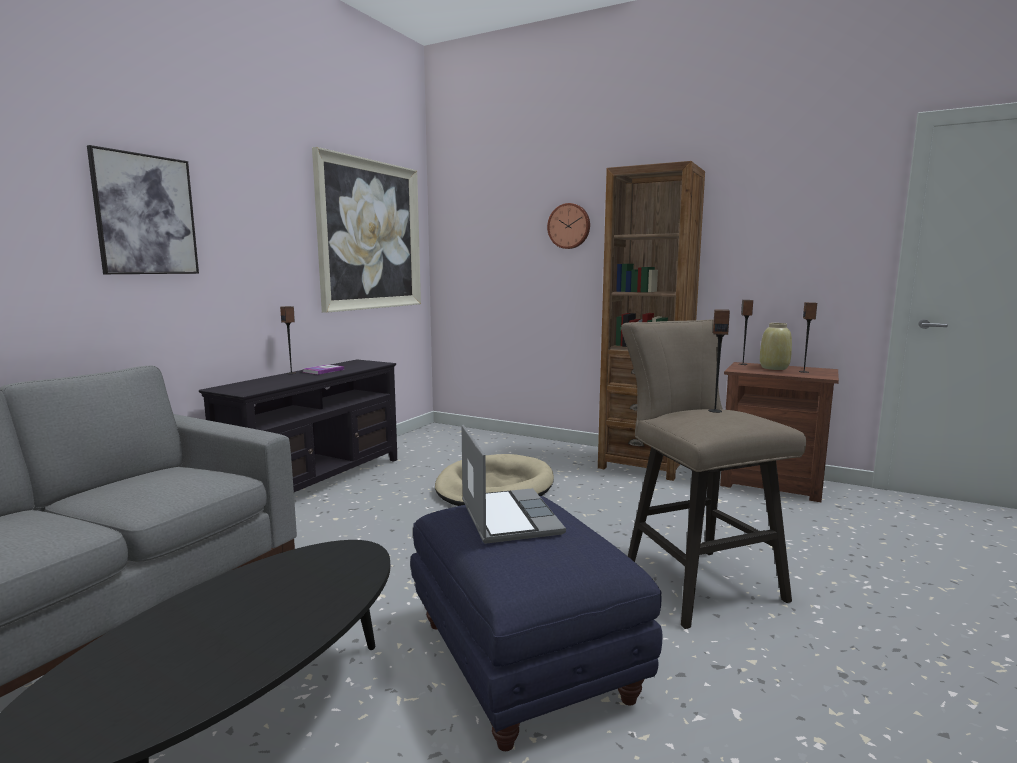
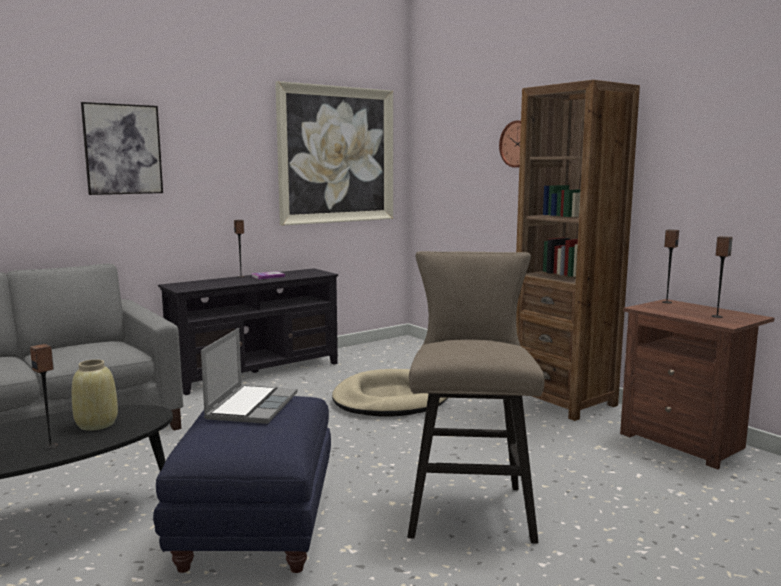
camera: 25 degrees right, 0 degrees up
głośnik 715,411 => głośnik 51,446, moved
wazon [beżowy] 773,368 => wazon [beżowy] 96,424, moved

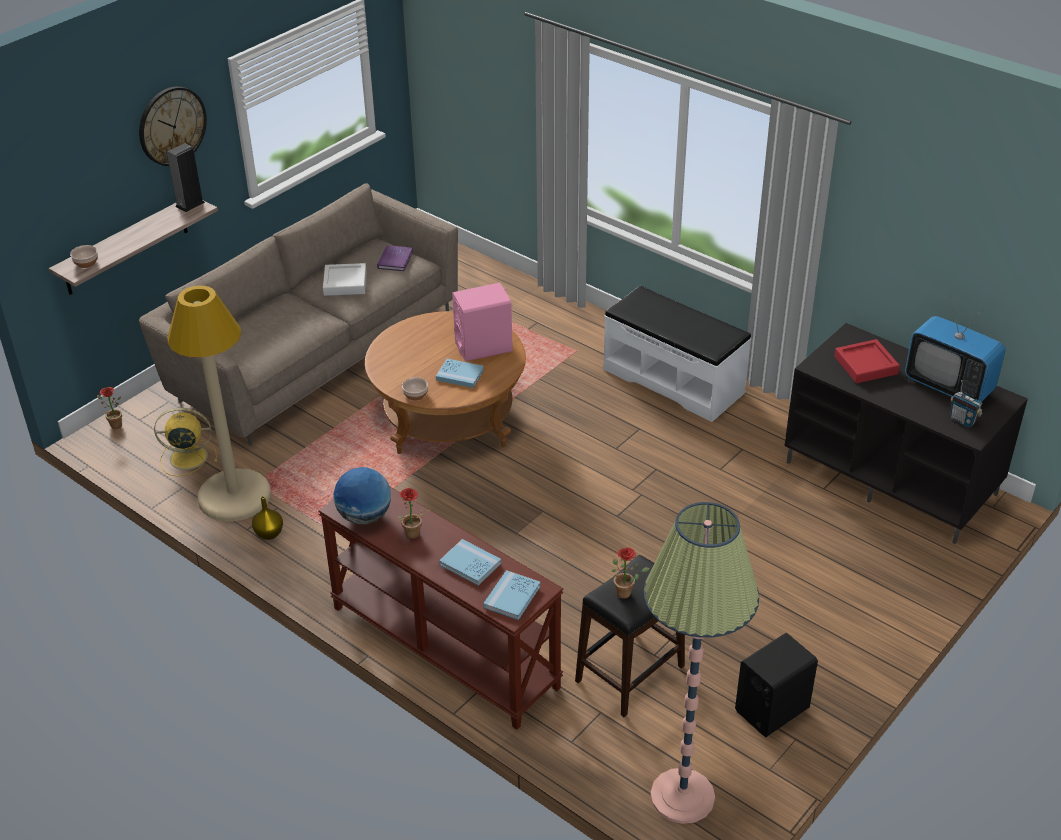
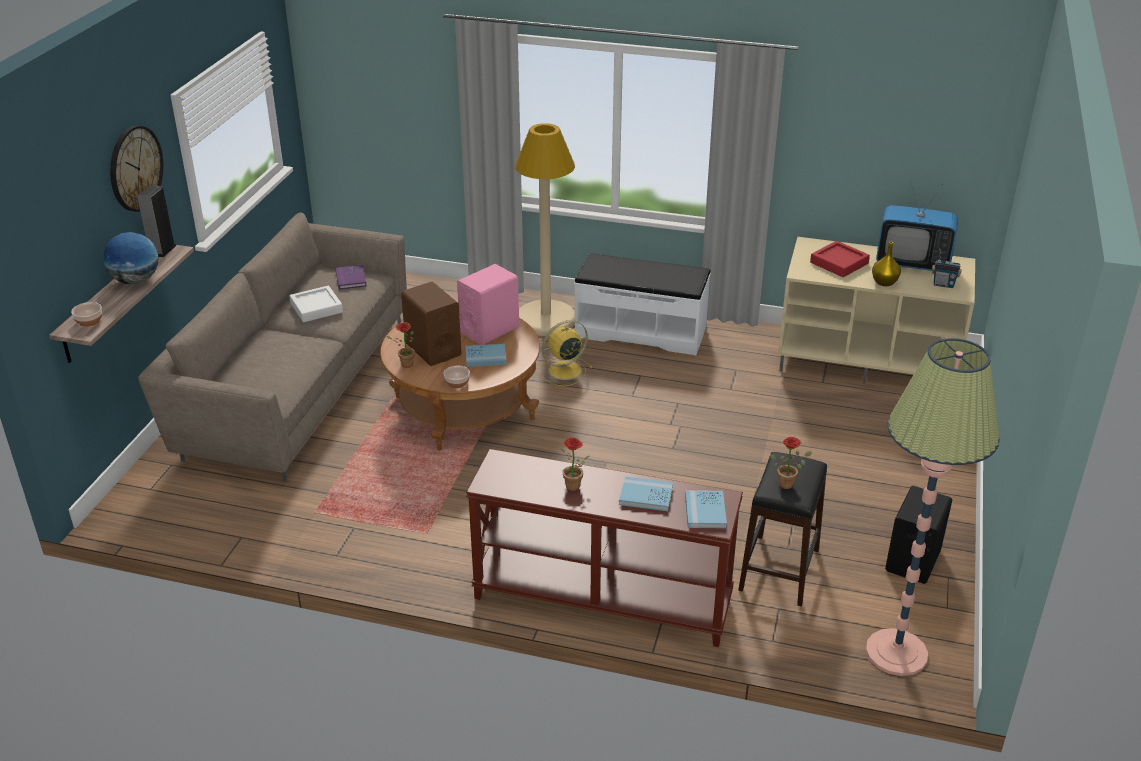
camera: 25 degrees left, 5 degrees down
nothing => głośnik [brązowy] 433,349
roślina doniczkowa 114,425 => roślina doniczkowa 404,365, moved
wentylator [żółty] 187,457 => wentylator [żółty] 563,371, moved
lampa stojąca [beżowy] 234,496 => lampa stojąca [beżowy] 545,319, moved
wazon [żółty] 269,534 => wazon [żółty] 884,283, moved
globus 364,516 => globus 136,280, moved
szafka pod telewizor [czarny] 892,478 => szafka pod telewizor [beżowy] 868,361

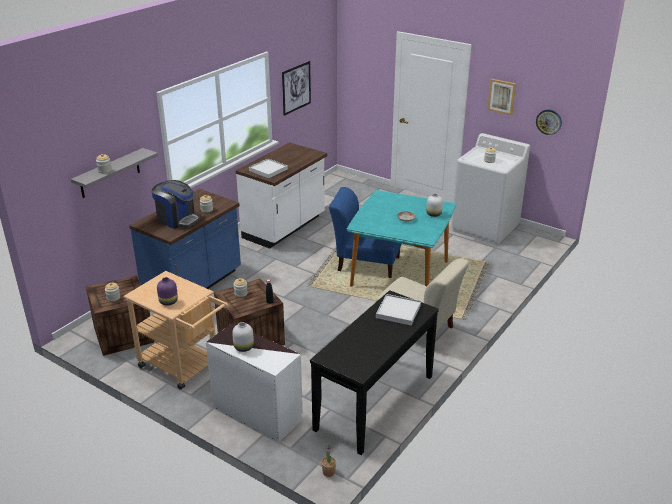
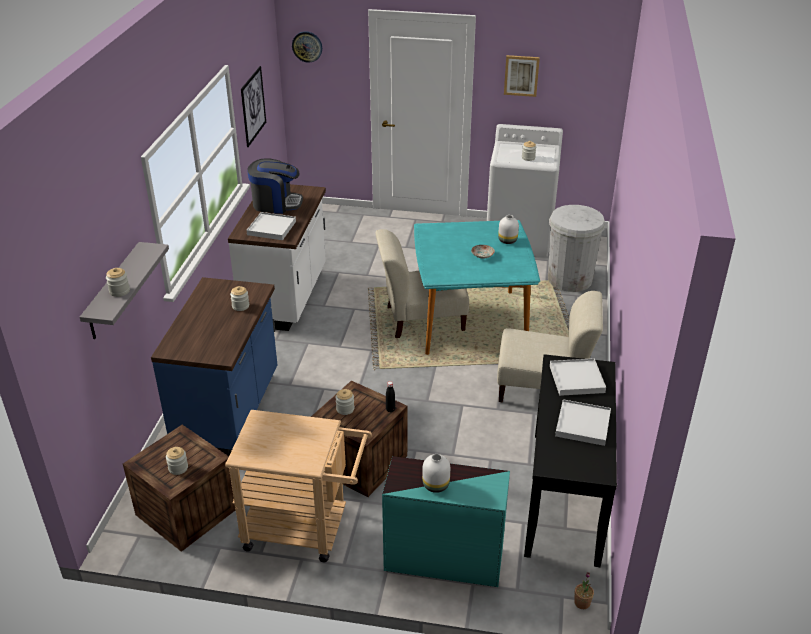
camera: 25 degrees left, 5 degrees up
wazon [fioletowy] 168,301 => nothing
nothing => kosz na śmieci [biały] 570,279
nothing => taca [biały] 582,425
ekspres do kawy 177,219 => ekspres do kawy 276,203, moved
zegar ścienny 549,122 => zegar ścienny 307,46, moved
komoda [biały] 257,412 => komoda [turkusowy] 443,558
krzesło [niebieski] 365,263 => krzesło [beżowy] 421,319

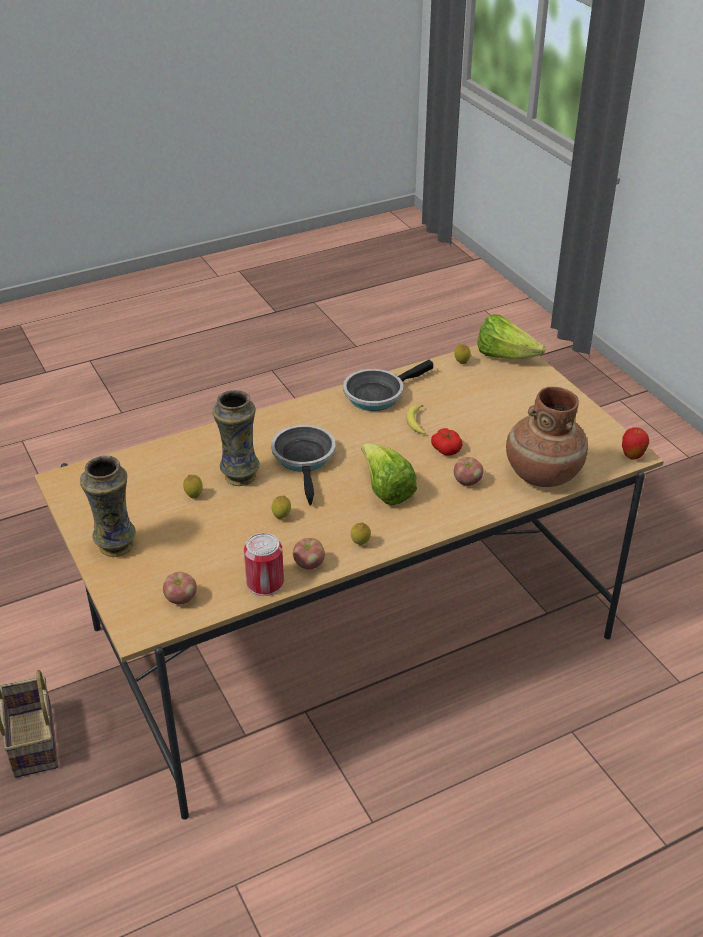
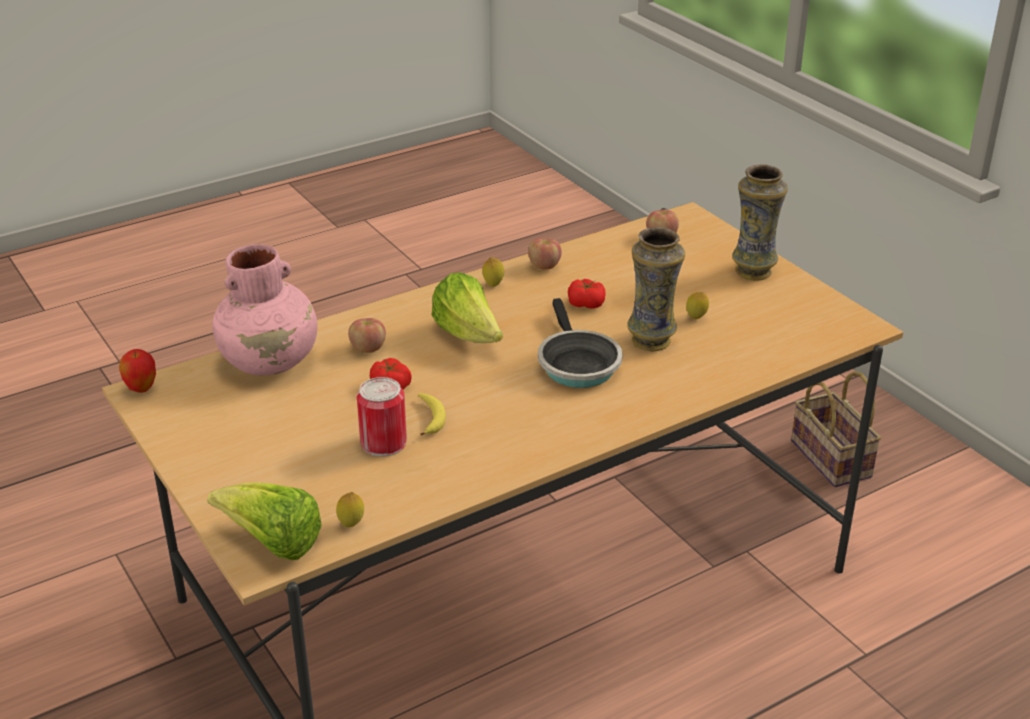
camera: 175 degrees right, 5 degrees down
patelnia 377,394 => nothing
puszka 265,583 => puszka 383,443, moved
cytryna 281,517 => pomidor 586,303
wazon [brązowy] 542,474 => wazon [różowy] 271,362

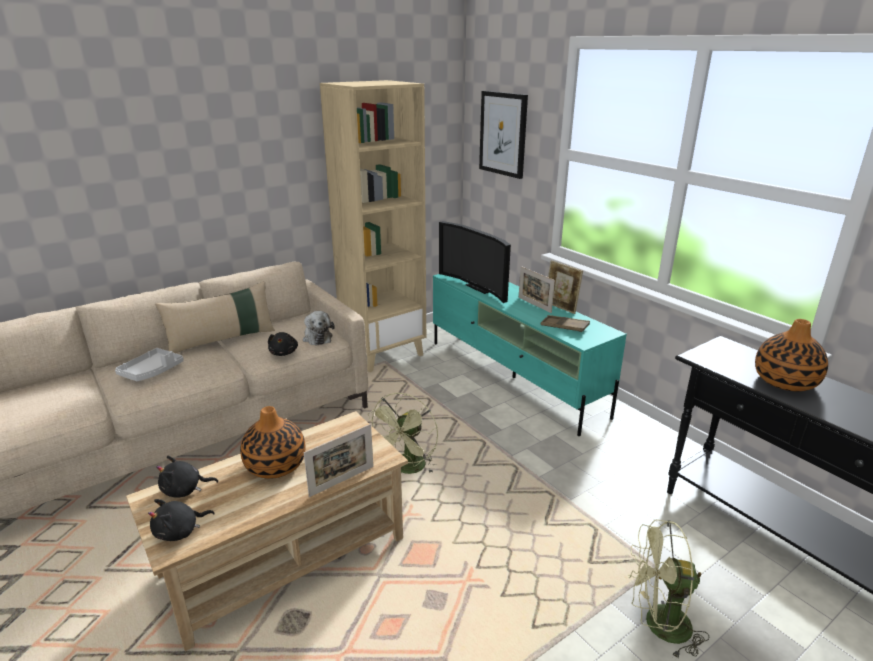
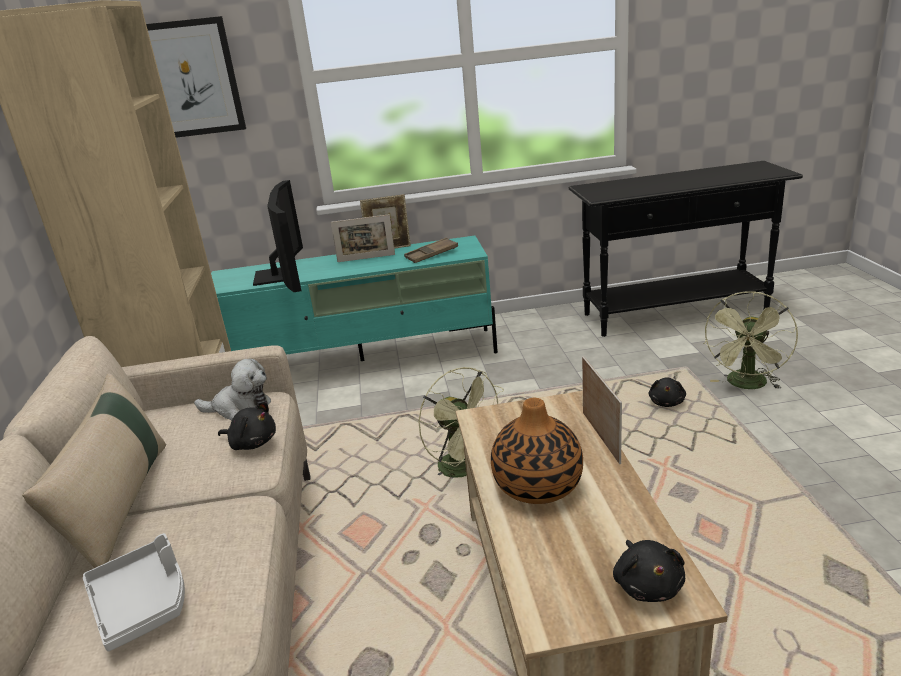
camera: 60 degrees left, 0 degrees up
wazon 785,381 => nothing
pluszak [czarny] 185,490 => pluszak [czarny] 667,402, moved
telewizor 481,287 => telewizor 282,275, 90 degrees counterclockwise

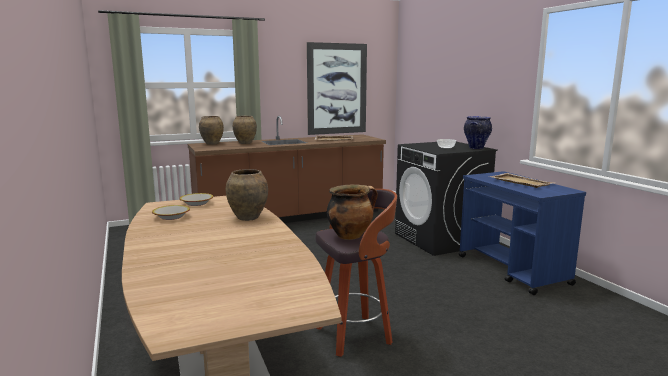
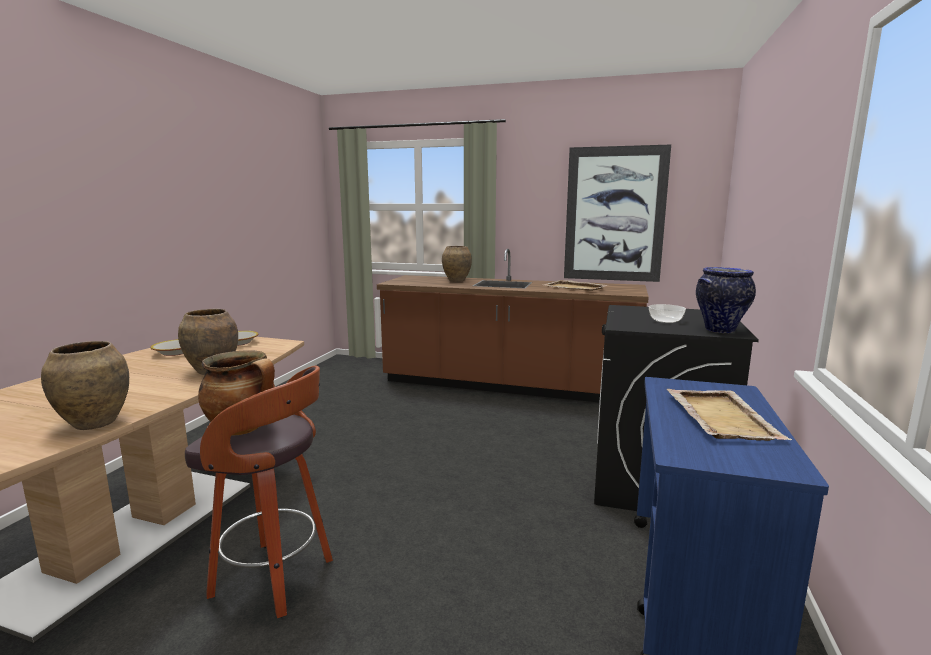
camera: 40 degrees right, 0 degrees up
wazon [brązowy] 212,143 => wazon [brązowy] 94,423, moved

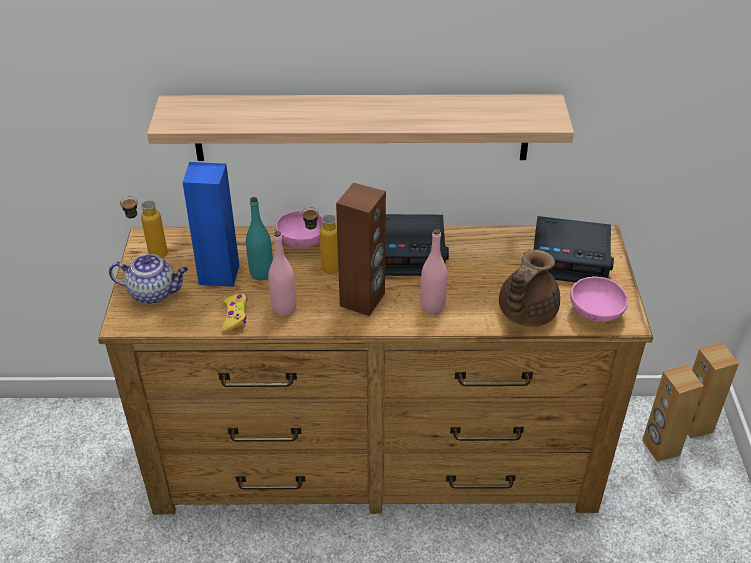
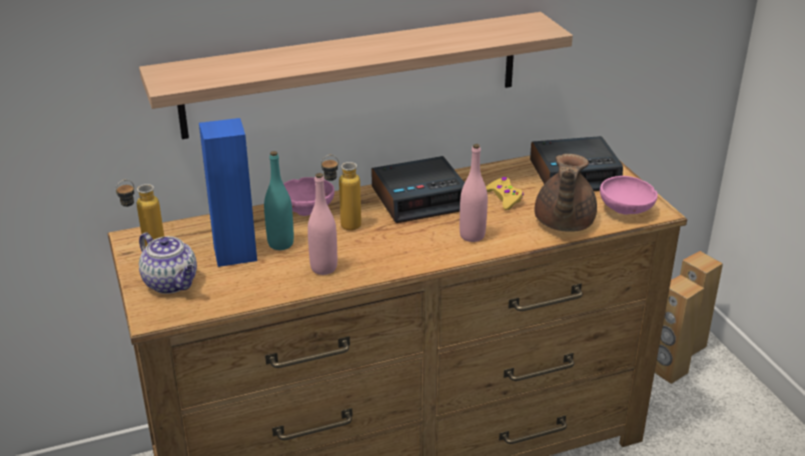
camera: 20 degrees left, 10 degrees down
głośnik [brązowy] 363,300 => nothing
pad do gier [żółty] 235,316 => pad do gier [żółty] 504,198, moved
imbryk 154,293 => imbryk 172,283, 60 degrees clockwise

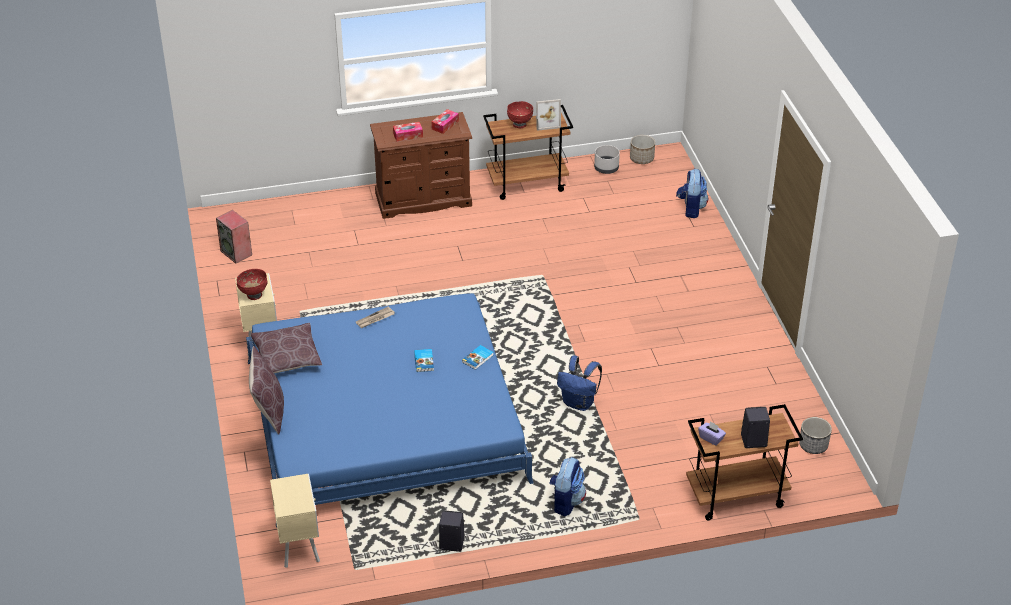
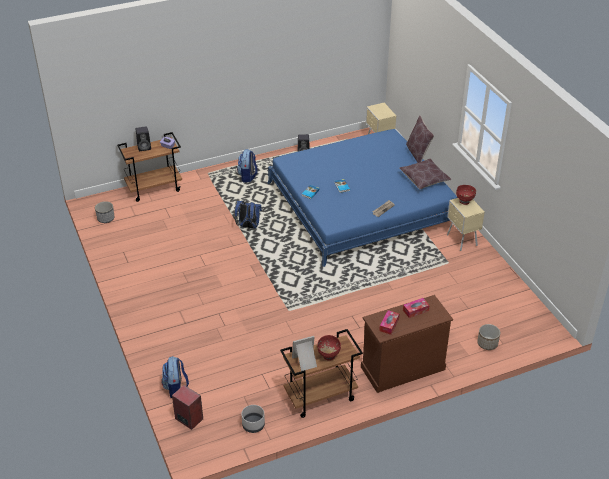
camera: 170 degrees right, 0 degrees up
głośnik 237,253 => głośnik 188,419, moved
donica 641,158 => donica 487,343, moved

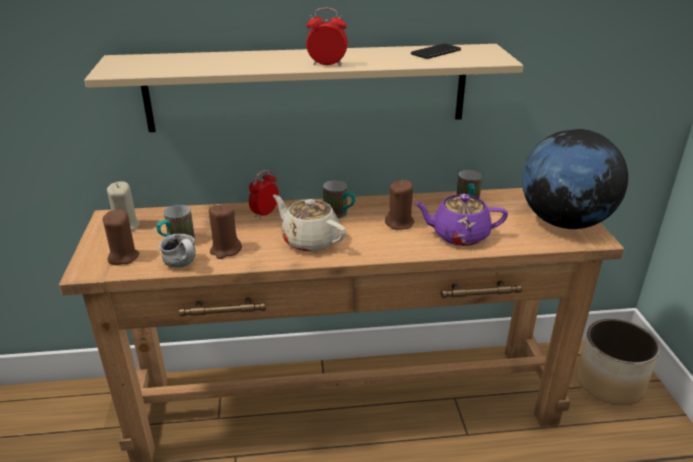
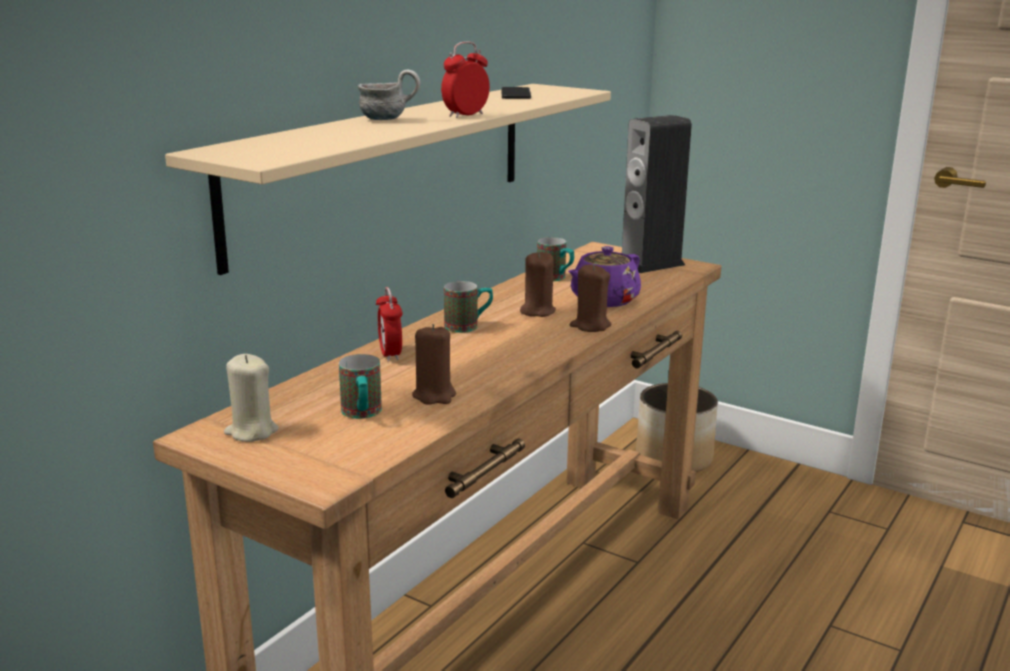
camera: 50 degrees left, 10 degrees down
imbryk [beżowy] 309,240 => nothing
świeca [brązowy] 123,257 => świeca [brązowy] 590,326, moved
kubek 184,264 => kubek 389,119, moved
globus 564,222 => głośnik 651,264

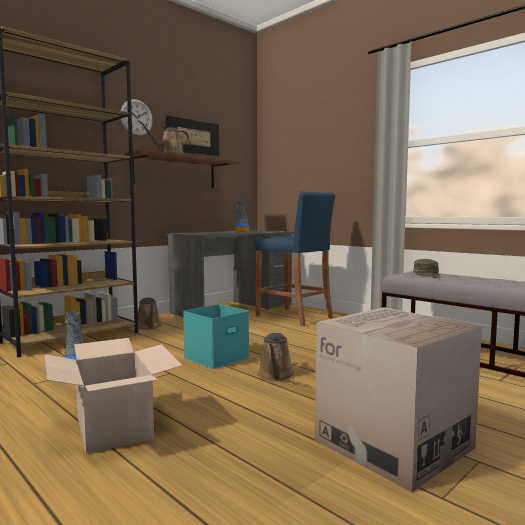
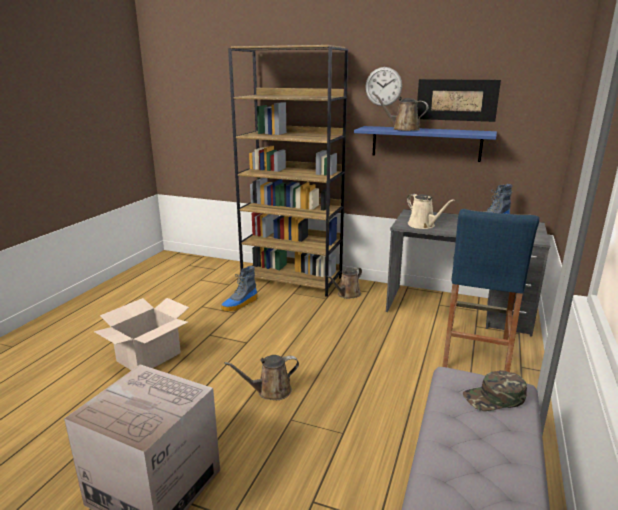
camera: 65 degrees right, 15 degrees up
pojemnik do przechowywania [turkusowy] 216,357 => nothing
nothing => konewka [beżowy] 423,225
półka [brązowy] 175,172 => półka [niebieski] 425,143

